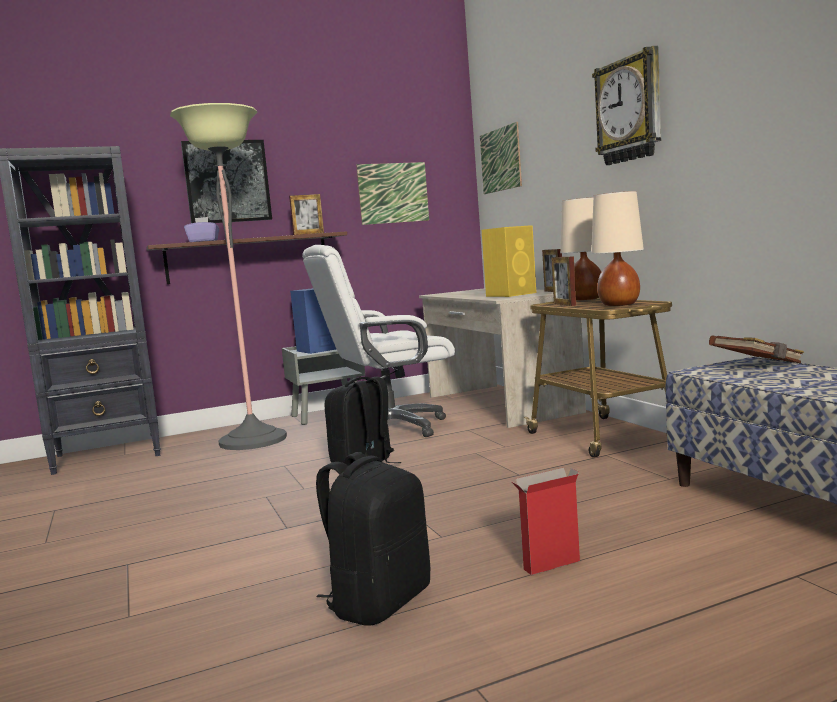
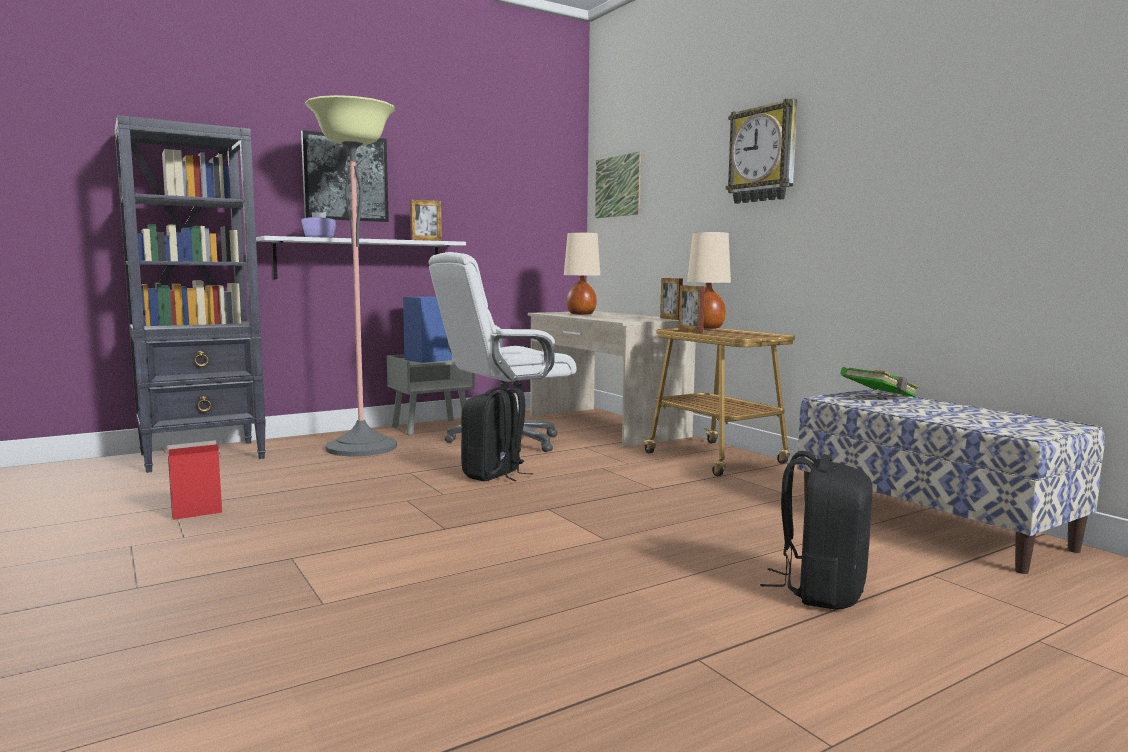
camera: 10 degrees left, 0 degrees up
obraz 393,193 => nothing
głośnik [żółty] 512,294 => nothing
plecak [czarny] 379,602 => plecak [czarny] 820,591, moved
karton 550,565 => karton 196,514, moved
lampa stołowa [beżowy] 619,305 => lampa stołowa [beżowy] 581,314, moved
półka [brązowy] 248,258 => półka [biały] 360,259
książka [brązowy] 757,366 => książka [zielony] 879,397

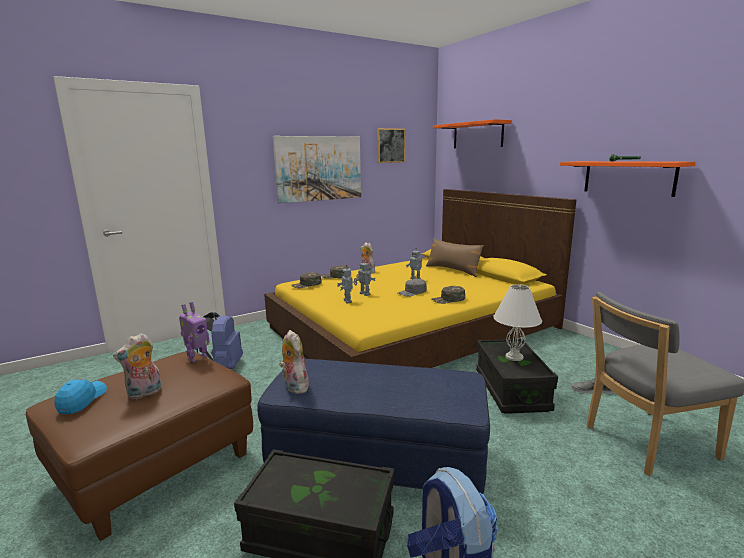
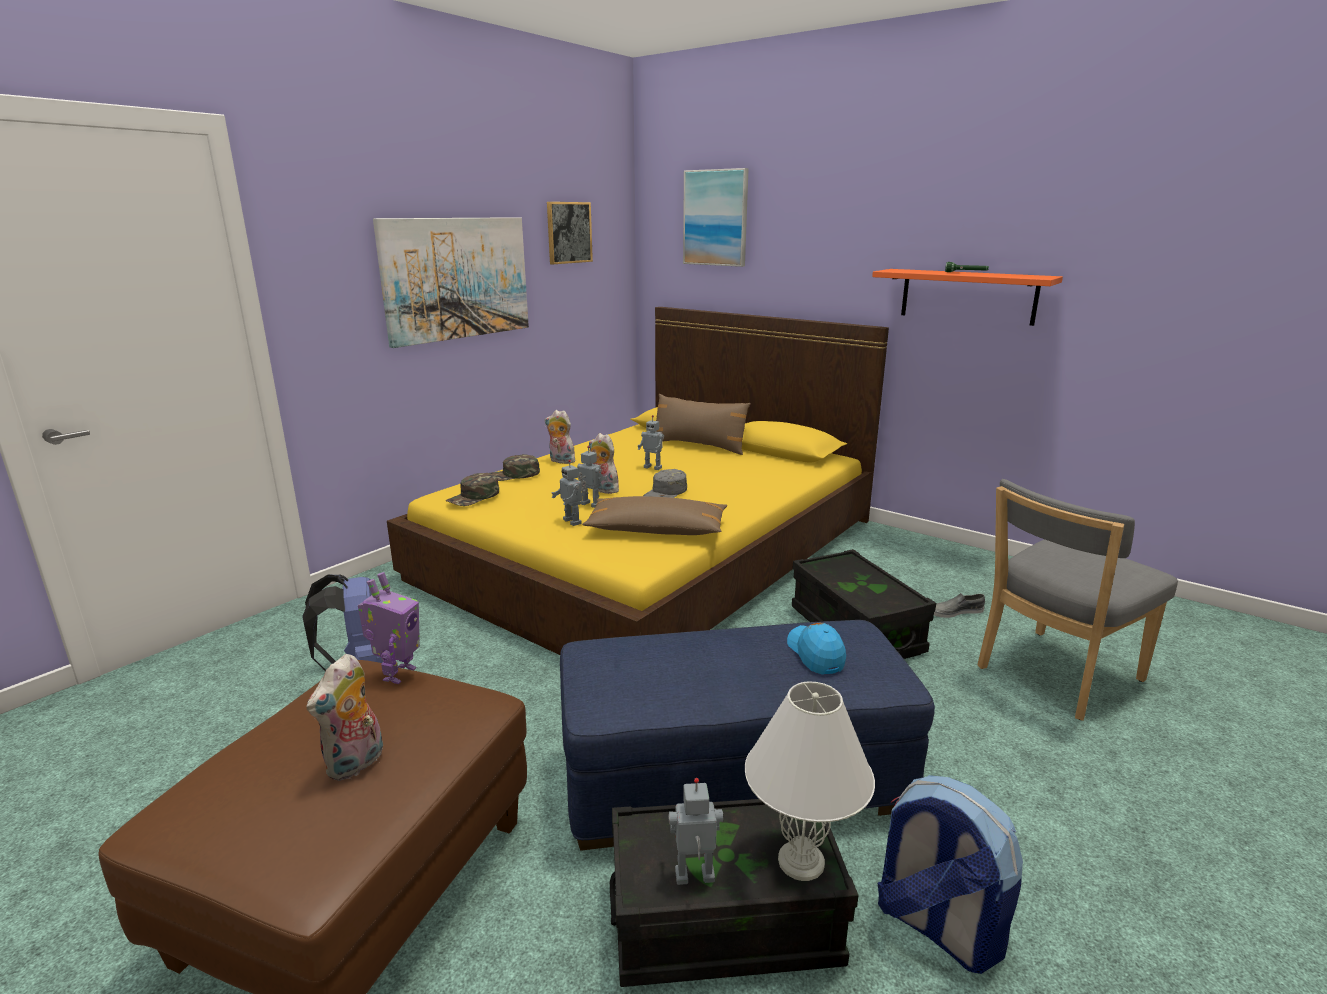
camera: 20 degrees left, 5 degrees up
czapka z daszkiem [zielony] 448,299 => nothing
nothing => poduszka [brązowy] 656,529
nothing => robot zabawkowy 694,878
czapka z daszkiem [niebieski] 82,400 => czapka z daszkiem [niebieski] 815,654, moved
pluszak 294,387 => pluszak 603,490, moved
lampa stołowa [biały] 514,357 => lampa stołowa [biały] 800,861, moved
półka [pomarańczowy] 477,135 => obraz 716,218

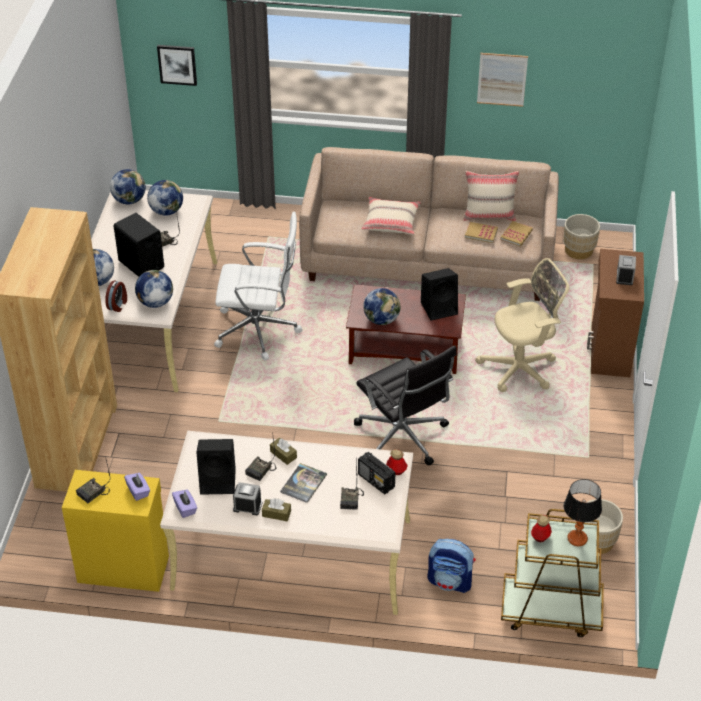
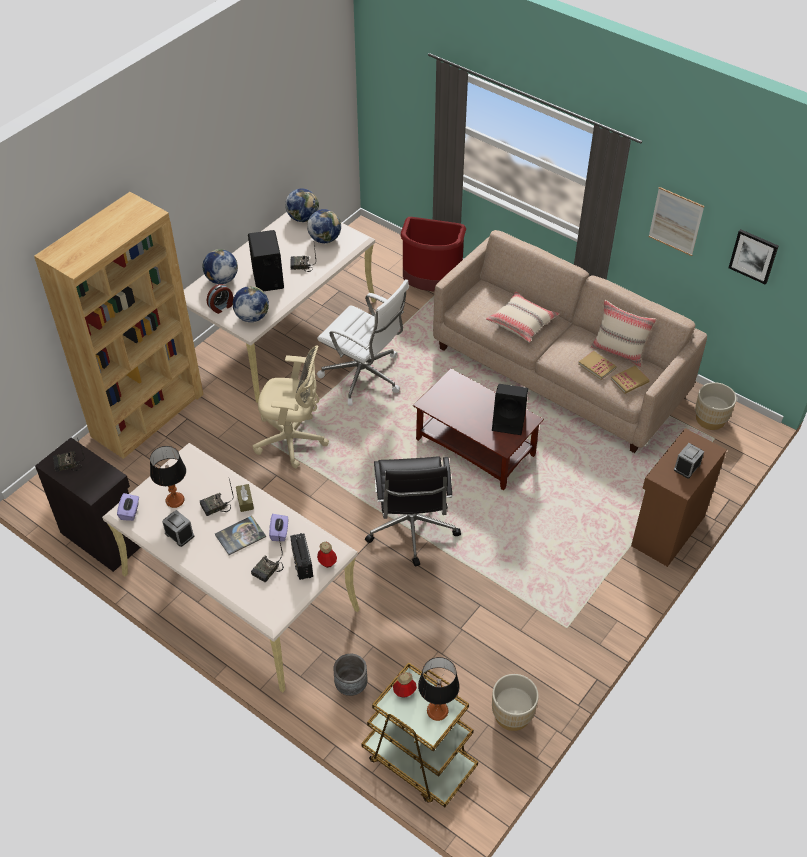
camera: 30 degrees right, 5 degrees up
pudełko chusteczek [brązowy] 276,514 => nothing
globus 381,319 => nothing
nothing => kosz na śmieci [czerwony] 431,286
pudełko chusteczek [fioletowy] 138,491 => pudełko chusteczek [fioletowy] 279,532, moved
obraz 177,64 => obraz 753,256, moved
krzesło biurowe [beżowy] 521,368 => krzesło biurowe [beżowy] 293,440, moved
głośnik [czarny] 219,481 => lampa stołowa 175,500
plecak 450,581 => donica [szary] 351,685
szafka [żółty] 123,568 => szafka [czarny] 102,537

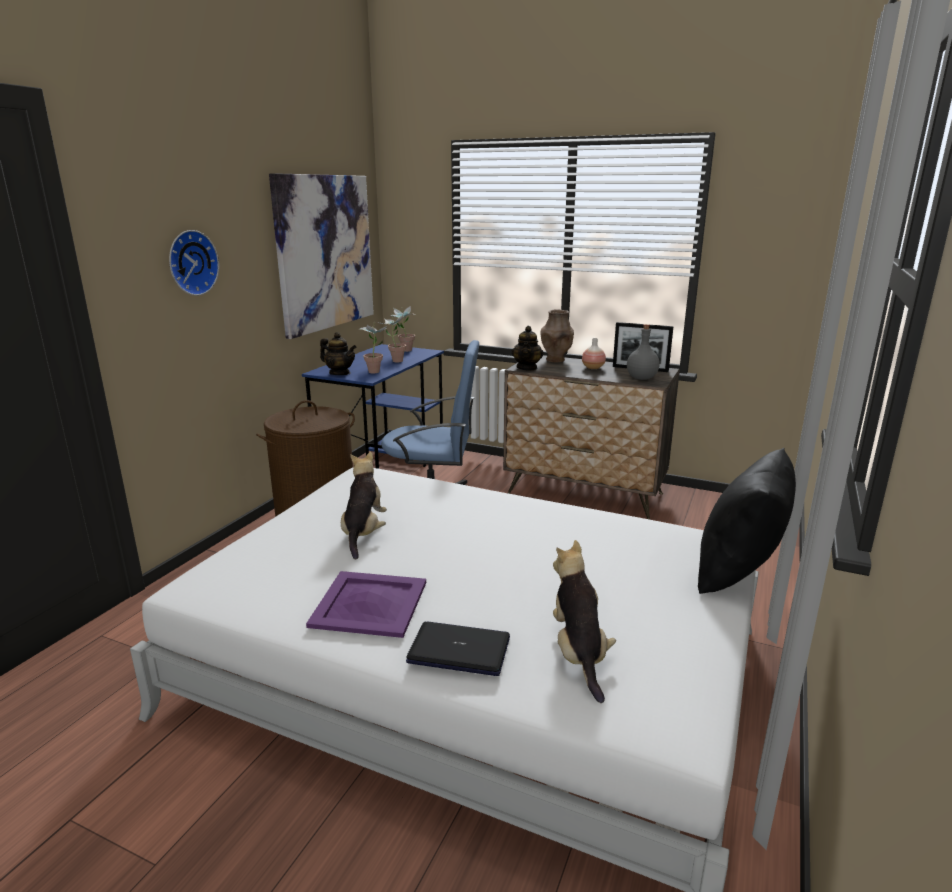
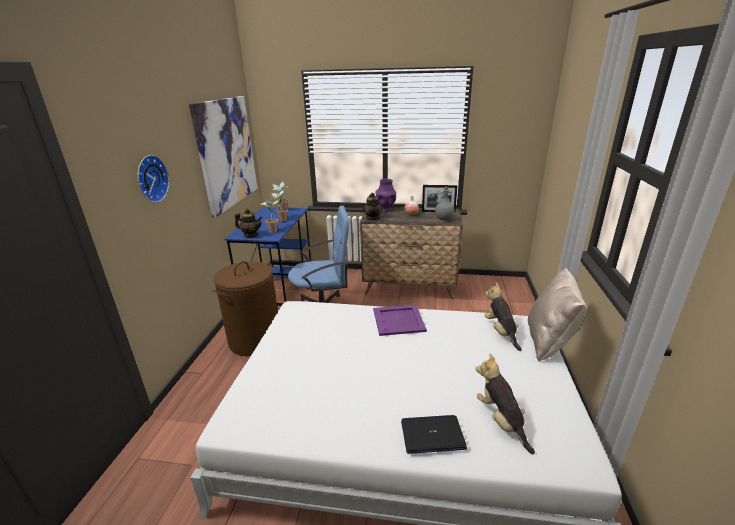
camera: 15 degrees left, 5 degrees up
taca [fioletowy] 369,603 => taca [fioletowy] 398,320, moved
pluszak 364,533 => pluszak 501,332, moved
wazon [brązowy] 556,360 => wazon [fioletowy] 385,210
poduszka [czarny] 738,572 => poduszka [beżowy] 549,341

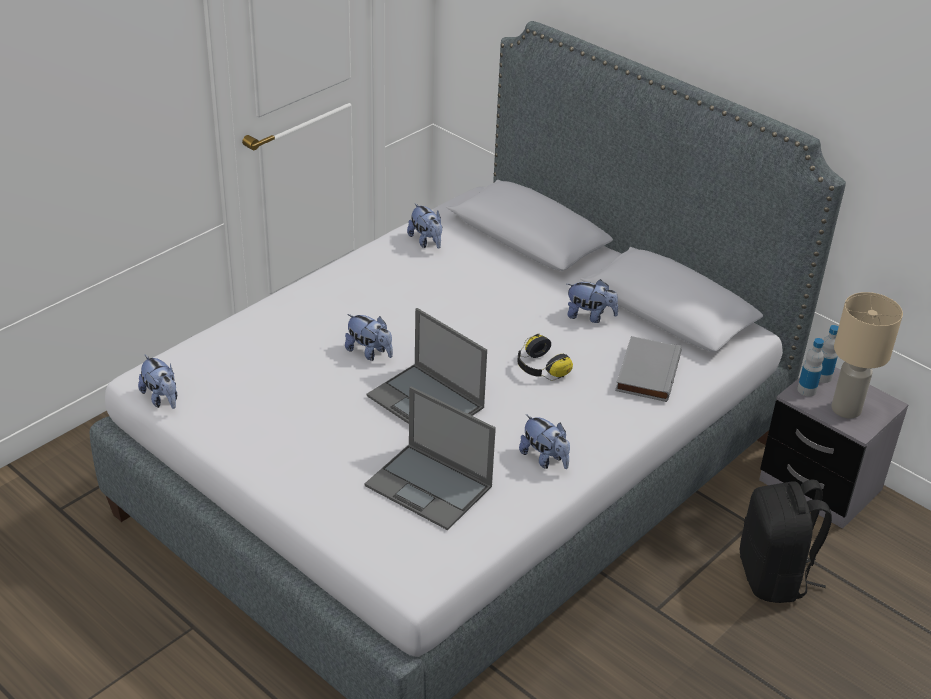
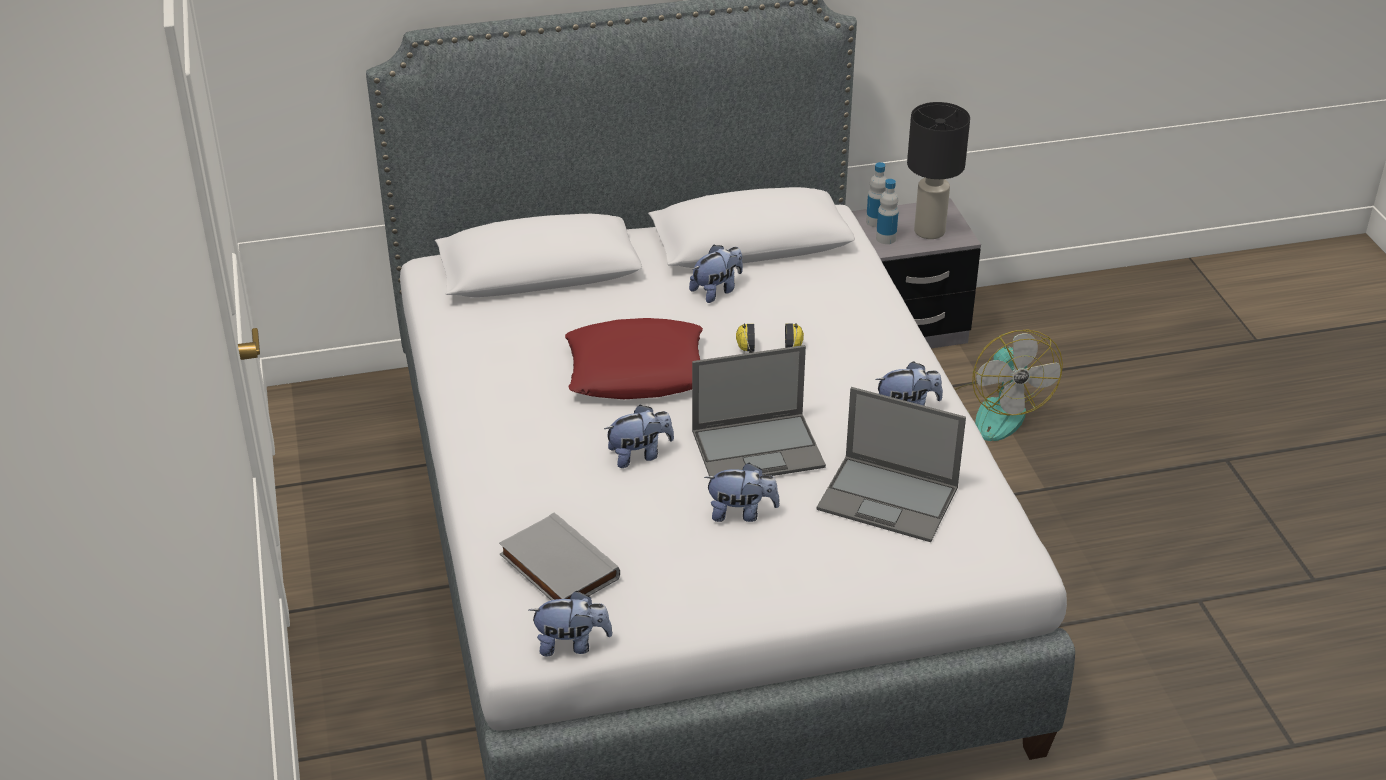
camera: 55 degrees left, 0 degrees up
nothing => poduszka [czerwony] 637,370
pluszak 426,242 => pluszak 741,513, moved
książka [szary] 646,372 => książka [szary] 556,567, moved
plecak [czarny] 774,577 => wentylator 993,410
lampa stołowa [beżowy] 846,409 => lampa stołowa [czarny] 929,231
laptop 430,486 => laptop 889,498, 45 degrees clockwise

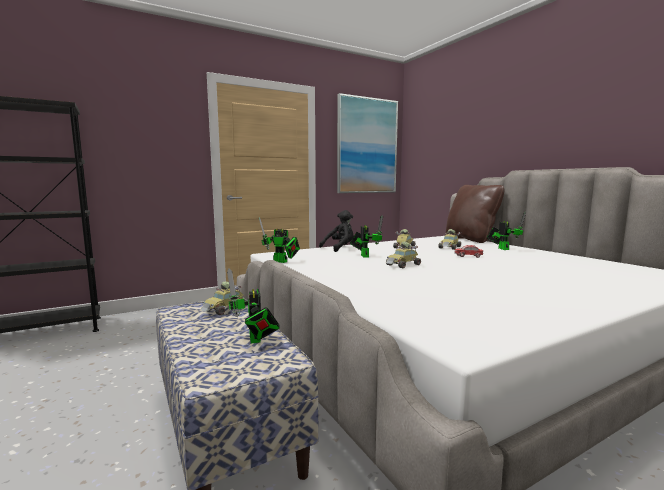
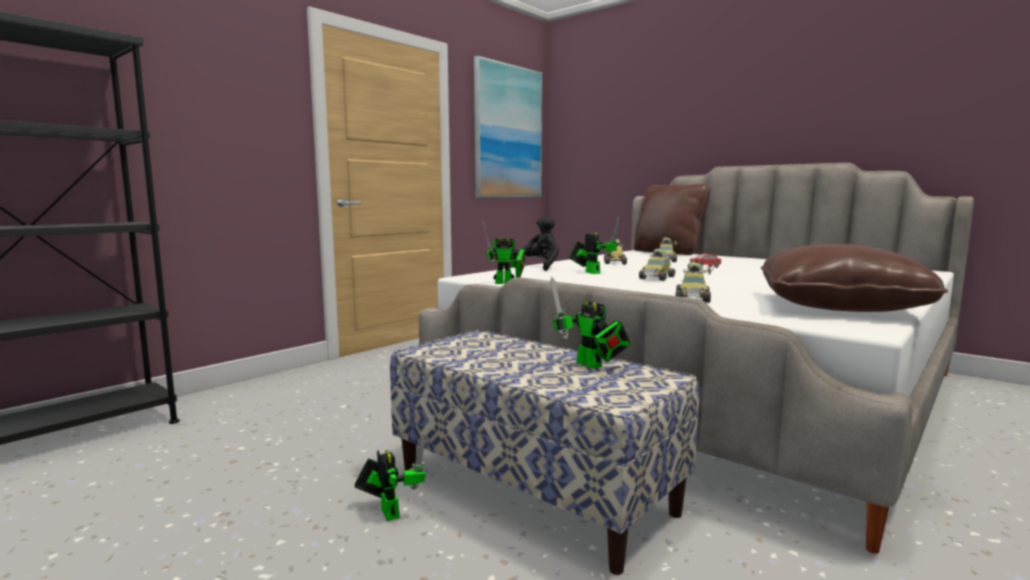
camera: 20 degrees left, 0 degrees up
nothing => poduszka [brązowy] 838,307
samochodzik 225,309 => samochodzik 693,299, moved
robot zabawkowy 502,248 => robot zabawkowy 388,511, moved

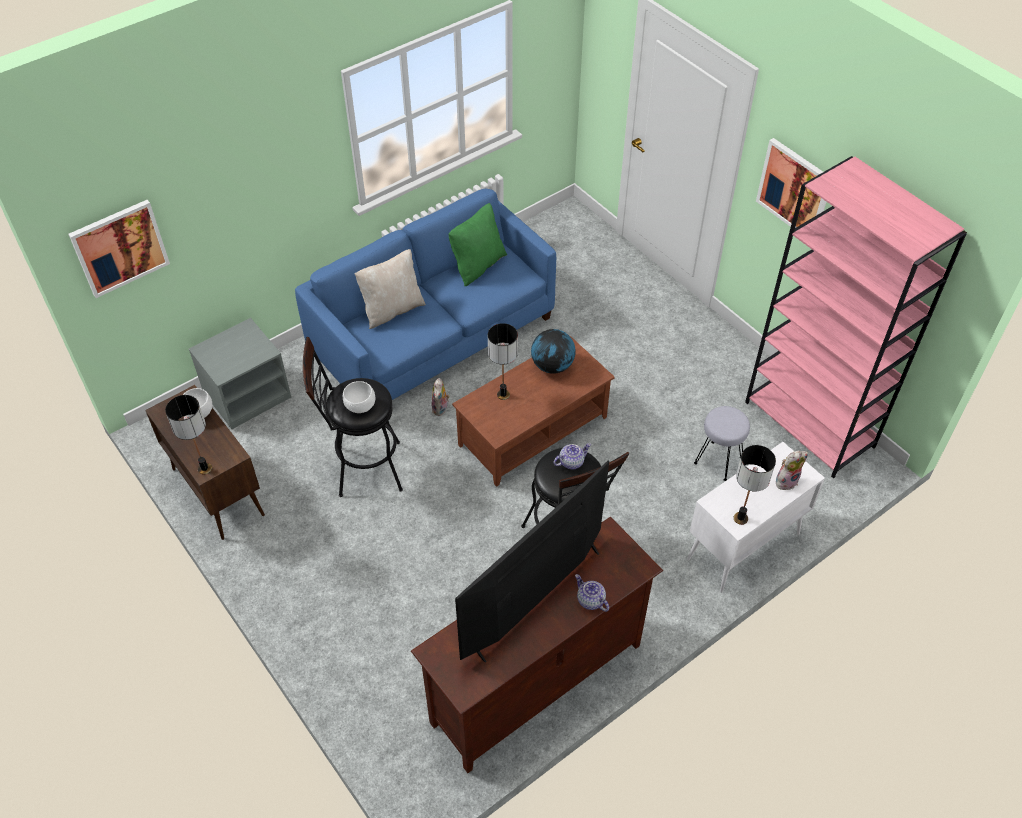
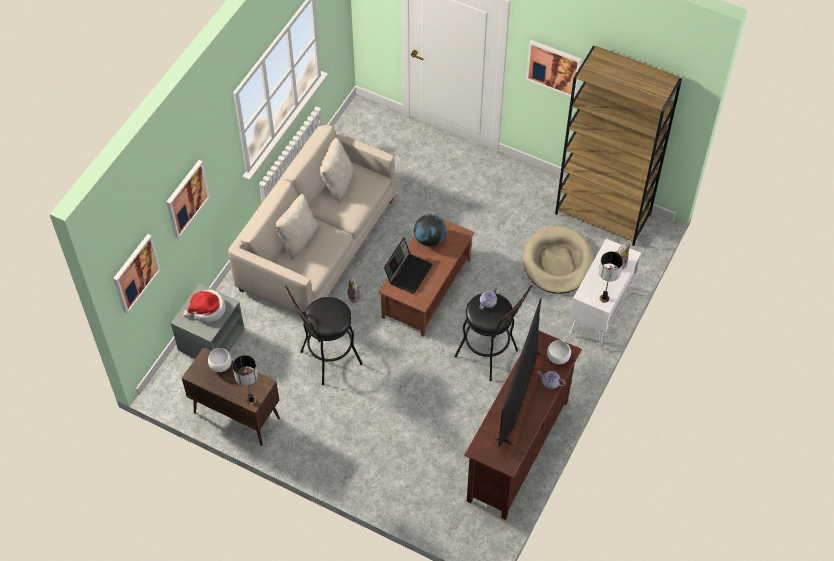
camera: 25 degrees left, 5 degrees up
nothing => obraz 186,198
nothing => kapelusz 207,310
miska [biały] 361,407 => miska [biały] 558,358, moved
lampa stołowa 503,394 => laptop 408,272
stołek [szary] 718,461 => legowisko [beżowy] 557,262
kanapa [niebieski] 433,335 => kanapa [beżowy] 317,244
poduszka [zielony] 477,265 => poduszka [beżowy] 337,183
regał [różowy] 810,425 => regał [brązowy] 603,214

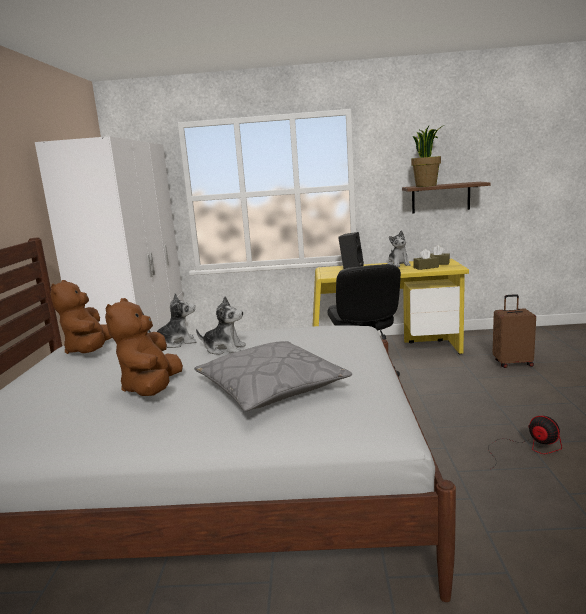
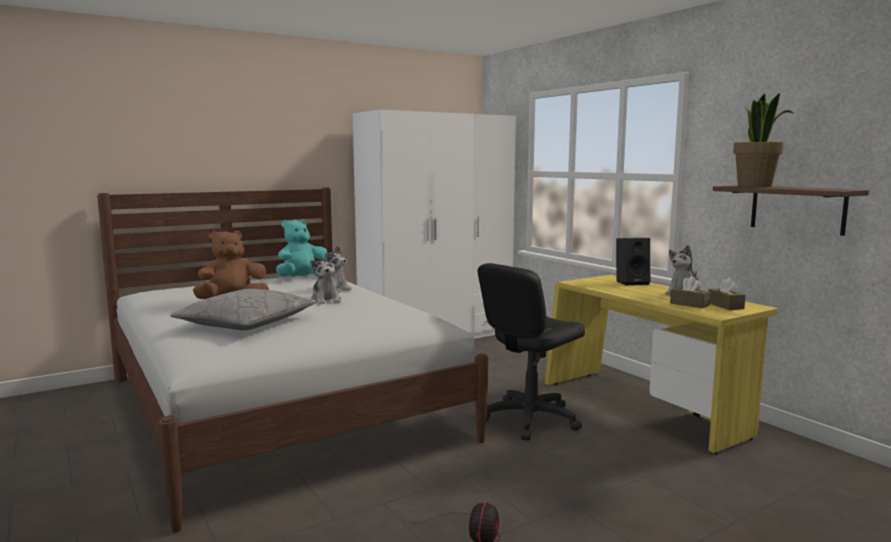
camera: 55 degrees right, 5 degrees down
walizka [brązowy] 512,363 => nothing
pluszak [brązowy] 90,350 => pluszak [turkusowy] 302,278

